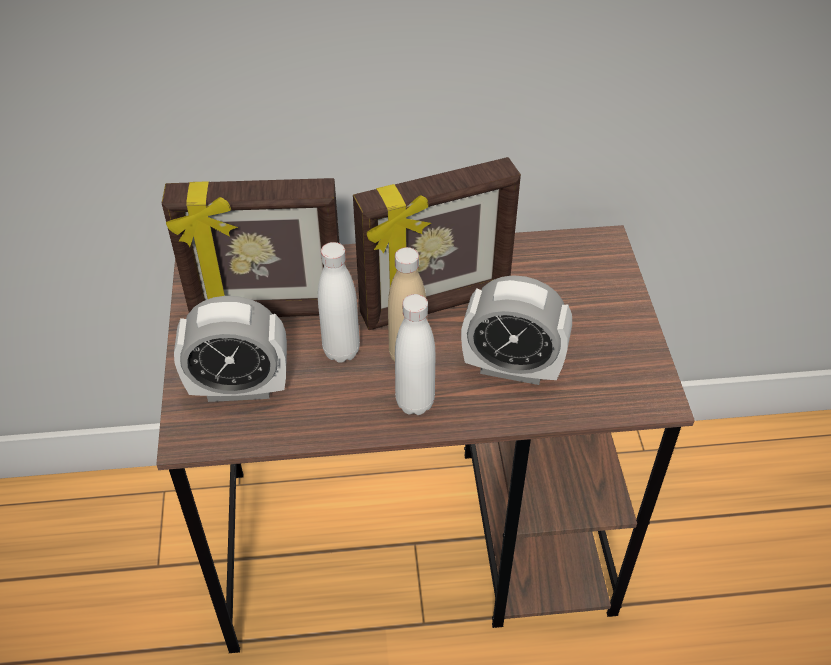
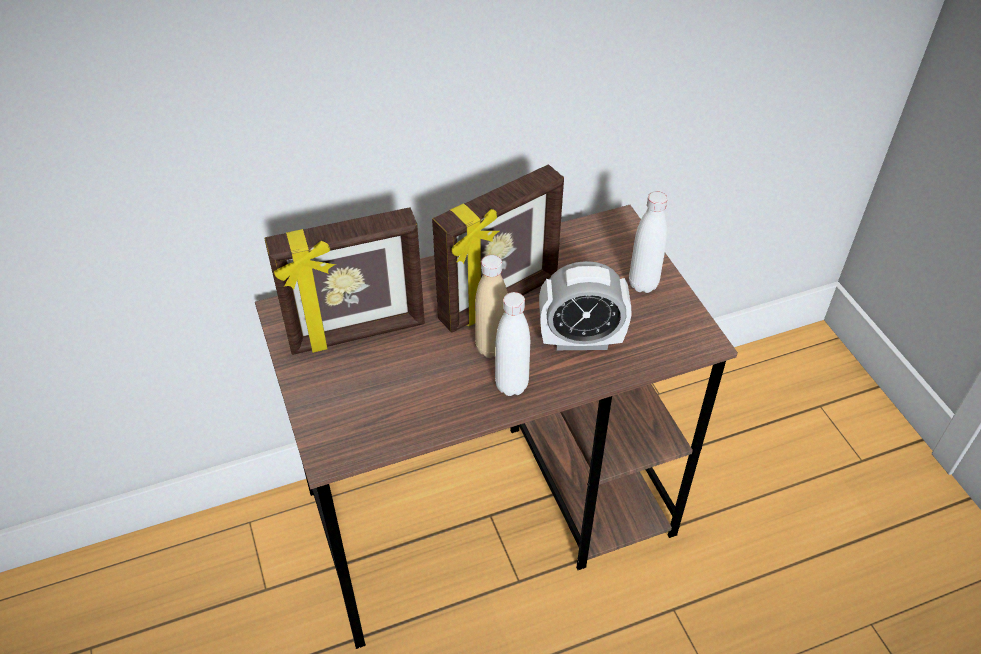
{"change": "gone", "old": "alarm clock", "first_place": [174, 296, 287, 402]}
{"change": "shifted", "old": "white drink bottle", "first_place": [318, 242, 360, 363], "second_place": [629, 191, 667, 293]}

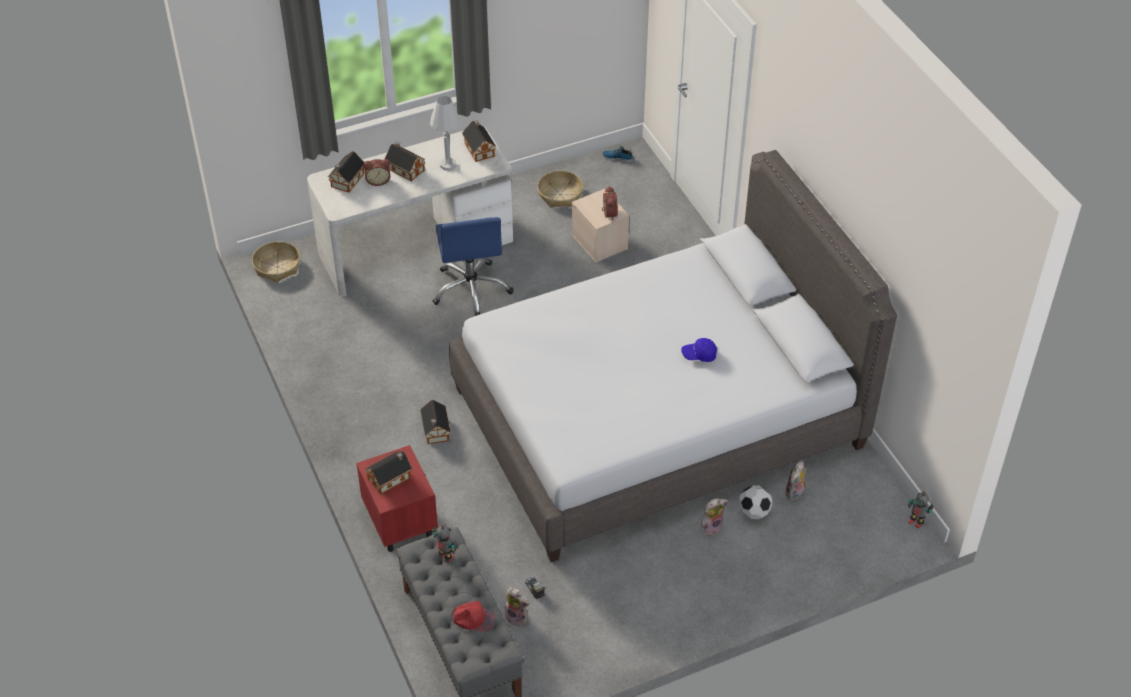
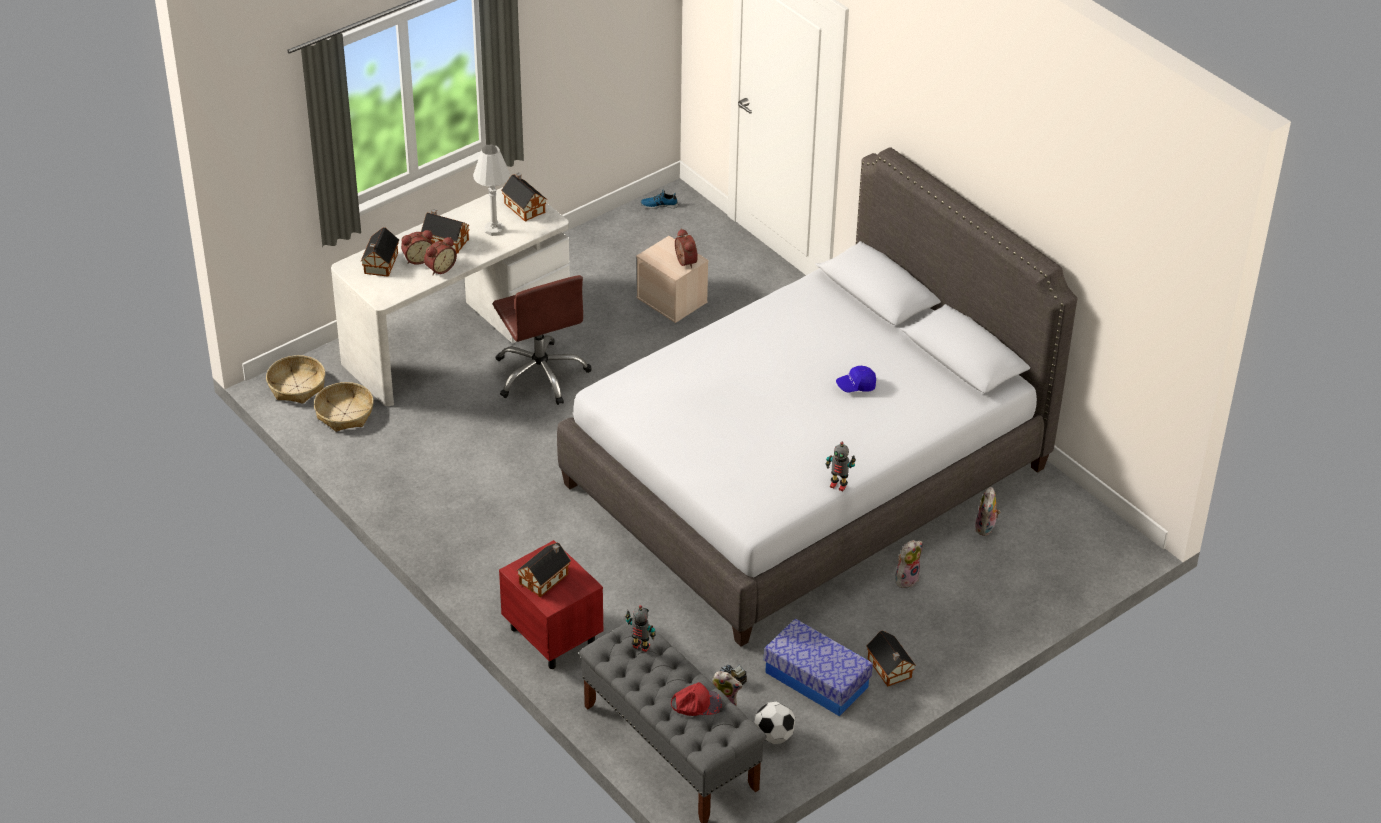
{"change": "new", "new": "alarm clock", "second_place": [424, 237, 457, 275]}
{"change": "new", "new": "storage container", "second_place": [764, 618, 873, 716]}
{"change": "shifted", "old": "miniature house", "first_place": [420, 400, 451, 444], "second_place": [866, 630, 916, 686]}
{"change": "shifted", "old": "household basket", "first_place": [537, 170, 583, 207], "second_place": [314, 382, 374, 432]}
{"change": "shifted", "old": "football ball", "first_place": [738, 485, 773, 519], "second_place": [754, 702, 795, 745]}
{"change": "shifted", "old": "toy robot", "first_place": [908, 492, 933, 529], "second_place": [826, 442, 856, 491]}
{"change": "repainted", "old": "bluish office chair", "new": "brown office chair", "first_place": [432, 217, 514, 316], "second_place": [493, 275, 592, 405]}

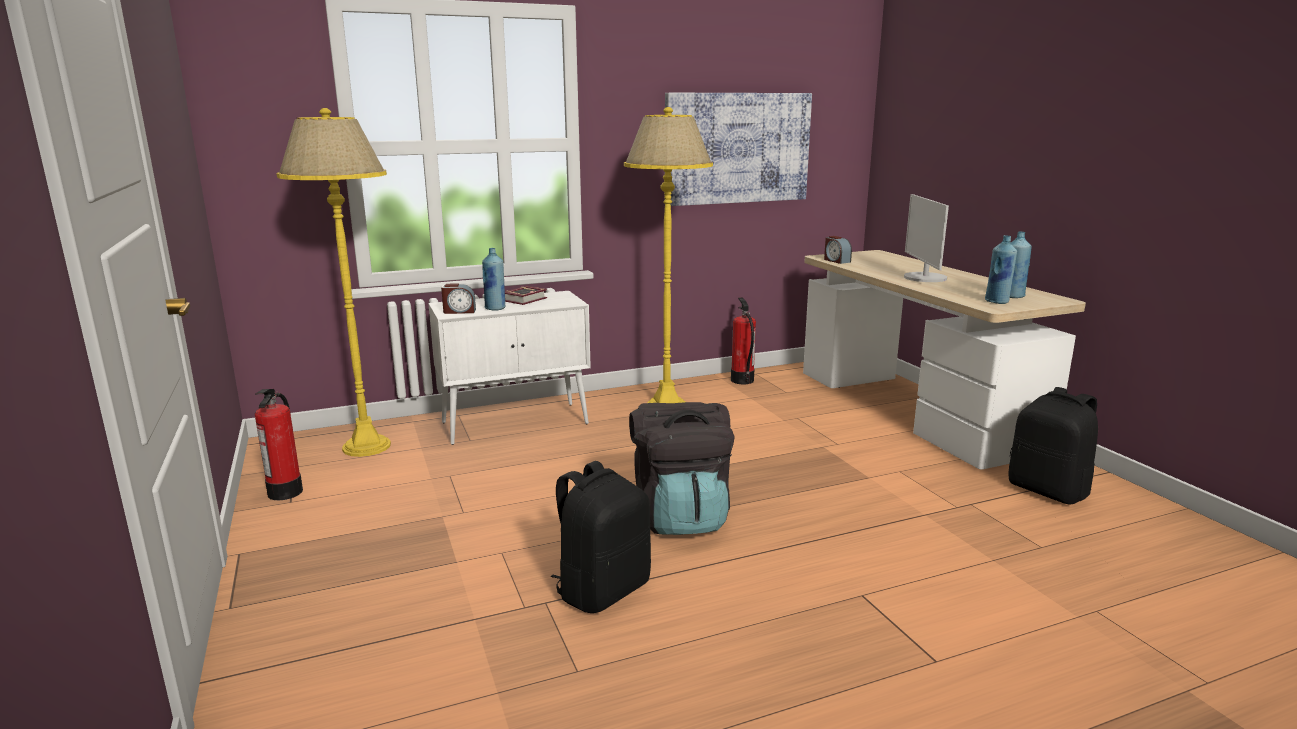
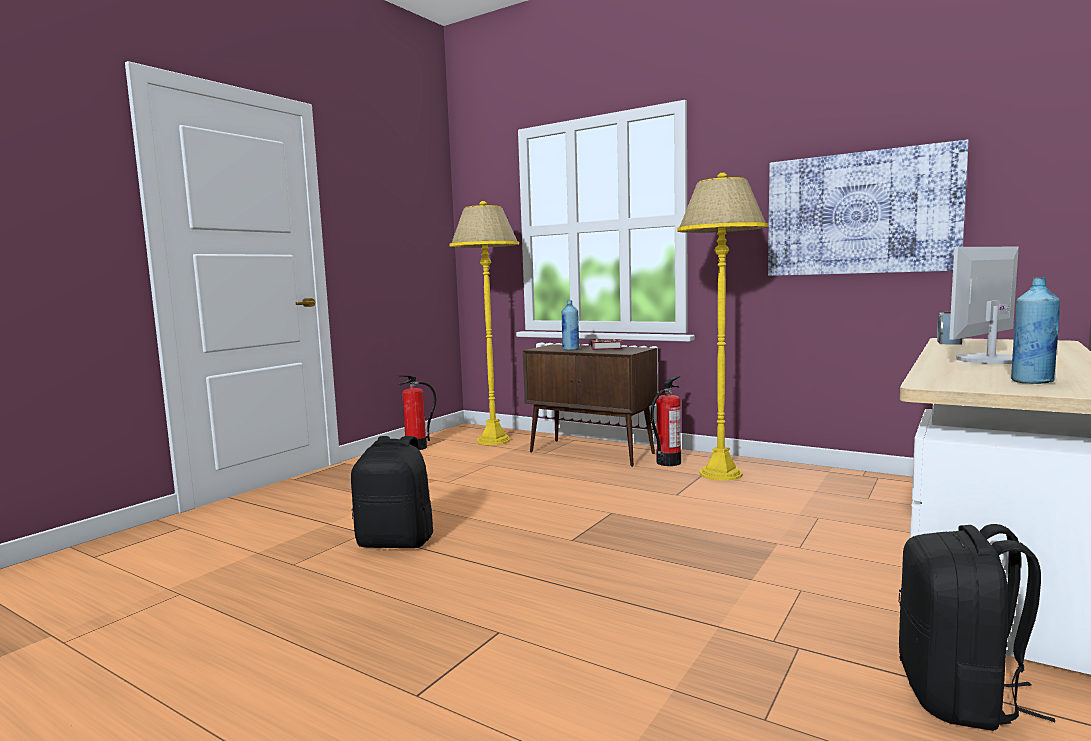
{"change": "gone", "old": "alarm clock", "first_place": [441, 283, 476, 314]}
{"change": "gone", "old": "black knapsack", "first_place": [629, 402, 735, 535]}
{"change": "gone", "old": "bluish drink bottle", "first_place": [985, 235, 1017, 304]}
{"change": "shifted", "old": "fire-fighting cylinder", "first_place": [731, 297, 756, 384], "second_place": [651, 376, 681, 466]}
{"change": "repainted", "old": "white storage cabinet", "new": "brown storage cabinet", "first_place": [428, 291, 591, 445], "second_place": [523, 344, 658, 467]}

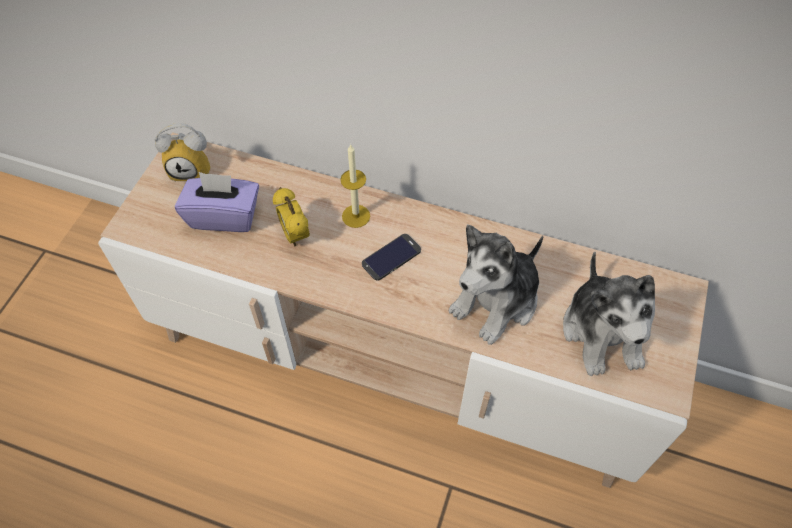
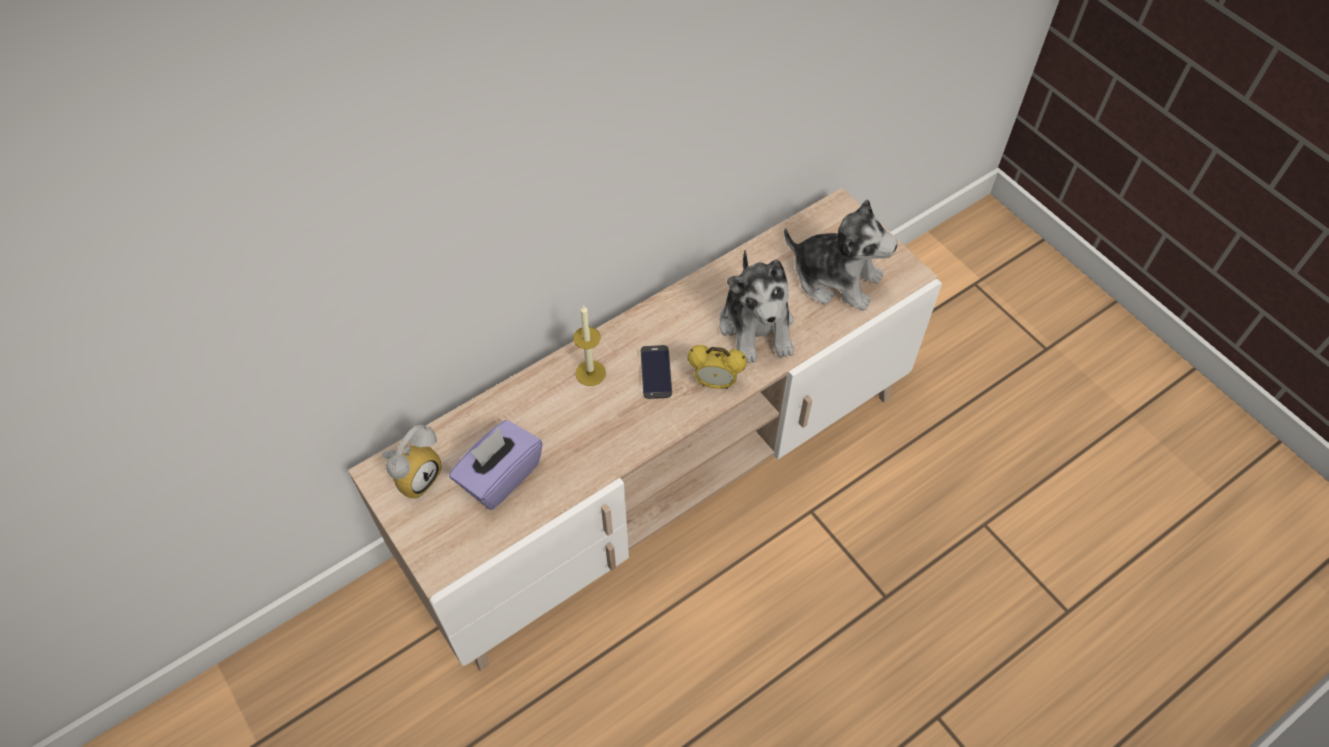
{"change": "shifted", "old": "alarm clock", "first_place": [273, 187, 310, 247], "second_place": [687, 345, 747, 389]}

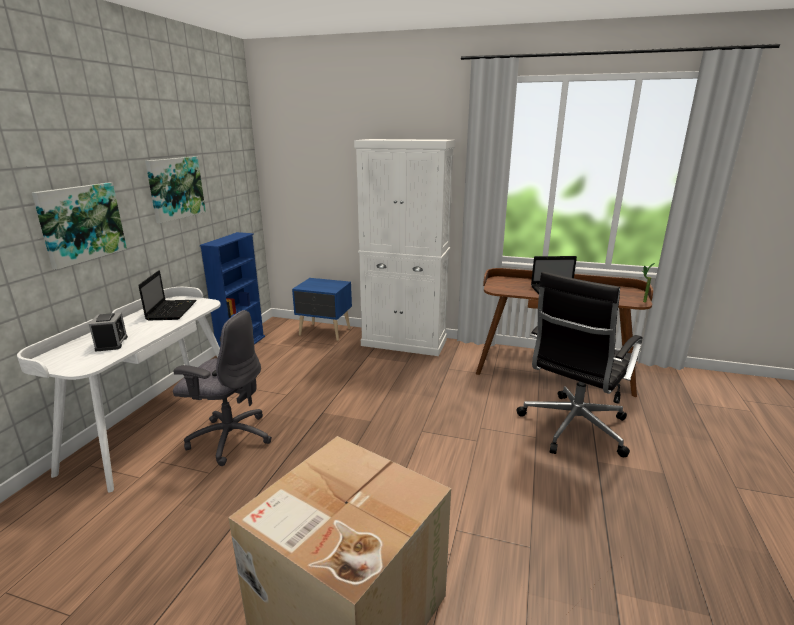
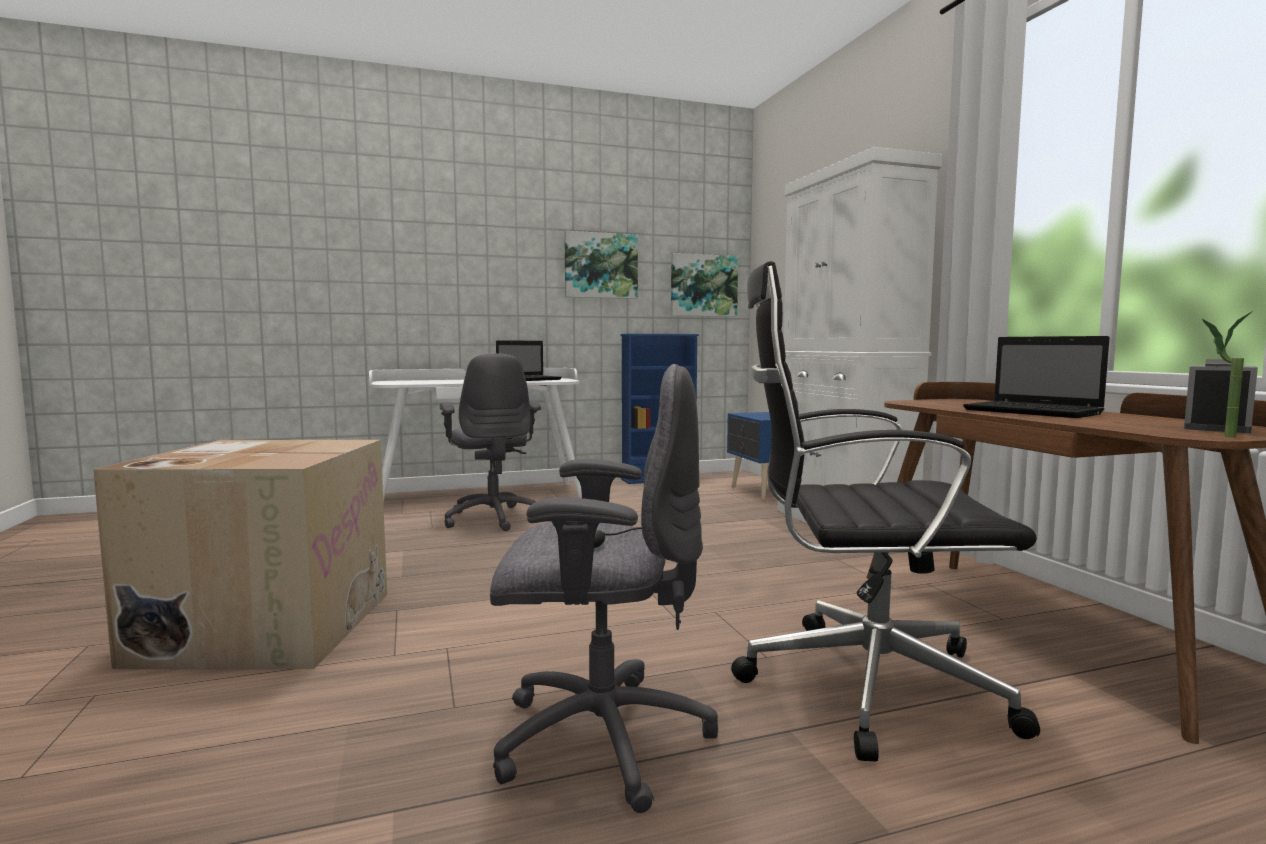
{"change": "new", "new": "greyish office chair", "second_place": [490, 364, 718, 813]}
{"change": "shifted", "old": "wall picture", "first_place": [32, 183, 127, 270], "second_place": [671, 253, 738, 317]}
{"change": "shifted", "old": "alarm clock", "first_place": [89, 313, 128, 352], "second_place": [1184, 359, 1258, 433]}

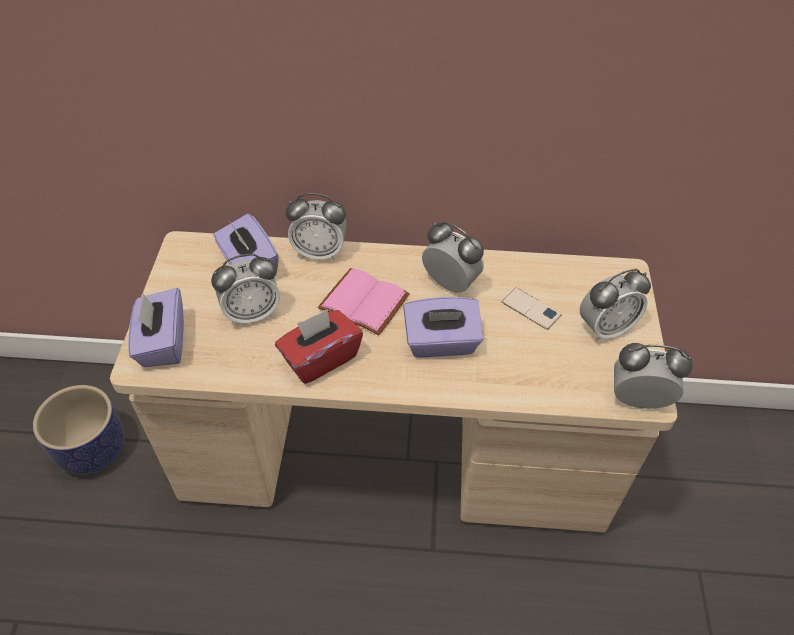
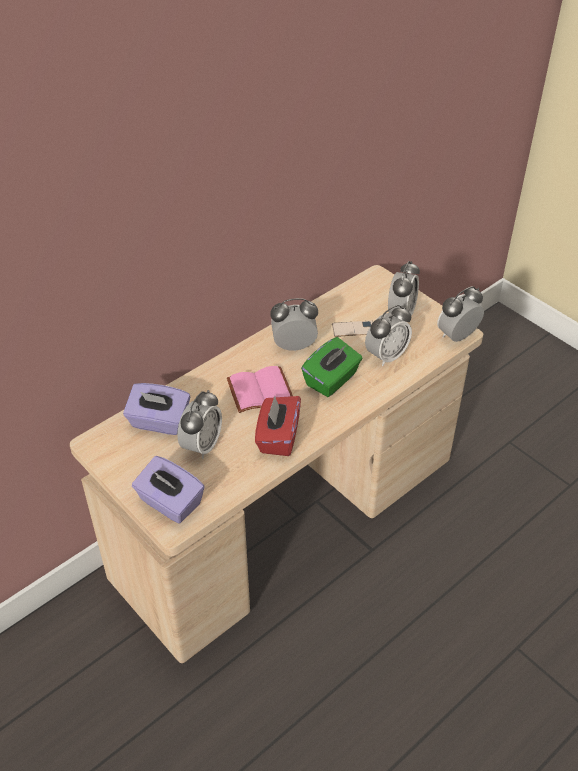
{"change": "gone", "old": "flower pot", "first_place": [33, 385, 124, 475]}
{"change": "shifted", "old": "alarm clock", "first_place": [286, 193, 347, 260], "second_place": [365, 305, 412, 366]}
{"change": "repainted", "old": "purplish box of tissues", "new": "greenish box of tissues", "first_place": [403, 297, 483, 358], "second_place": [301, 337, 363, 397]}

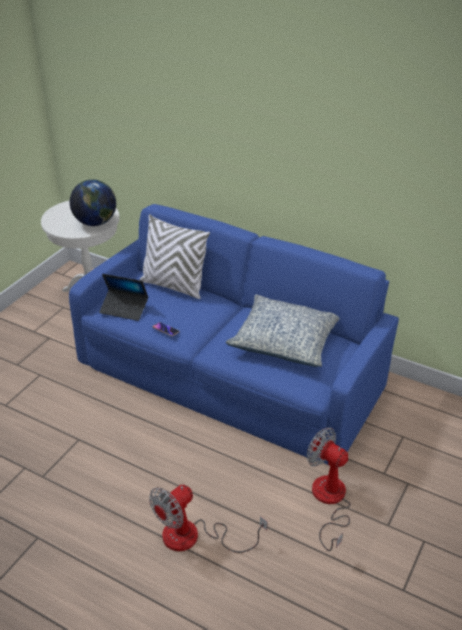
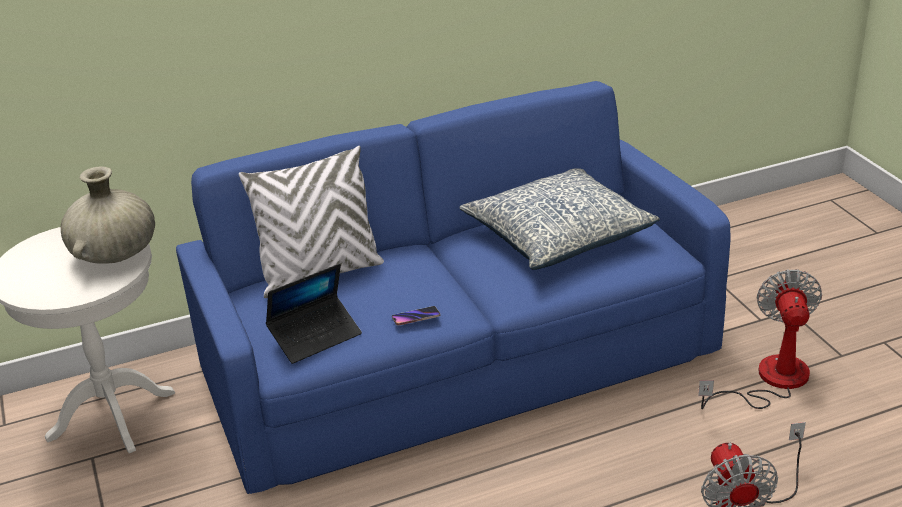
{"change": "swapped", "old": "desk globe", "new": "beige-coloured decorative vase", "first_place": [70, 179, 116, 226], "second_place": [61, 166, 155, 264]}
{"change": "rotated", "old": "cooling fan", "first_place": [307, 427, 350, 551], "second_place": [698, 269, 822, 409], "degrees": 105}

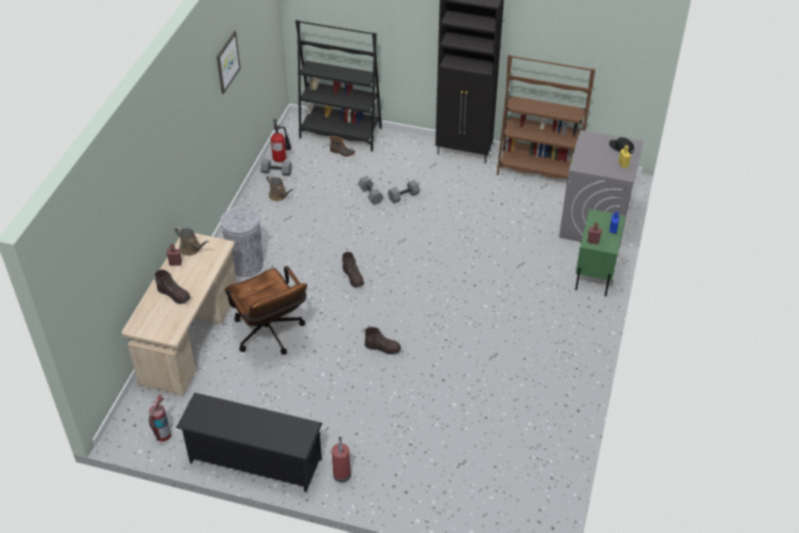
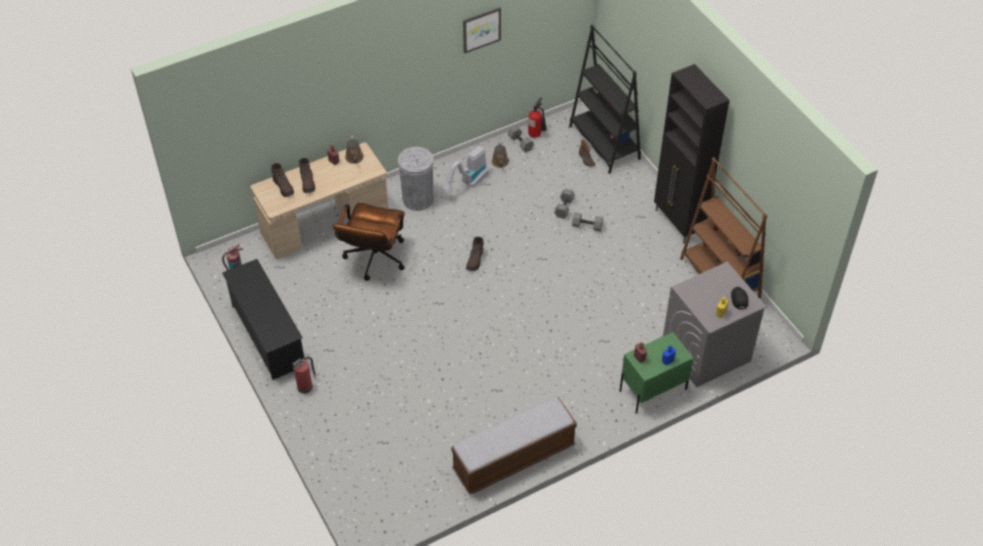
{"change": "new", "new": "vacuum", "second_place": [442, 146, 489, 191]}
{"change": "new", "new": "long seat", "second_place": [452, 397, 577, 495]}
{"change": "shifted", "old": "brown boot", "first_place": [365, 327, 401, 355], "second_place": [271, 163, 294, 197]}

